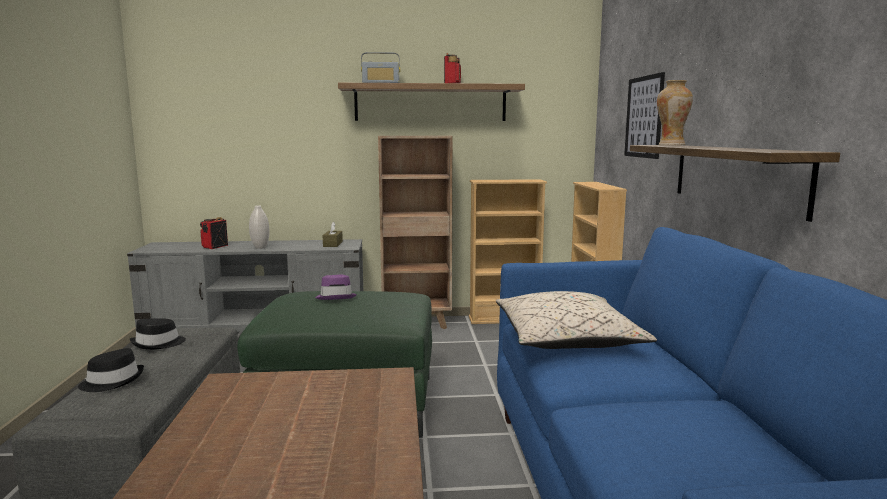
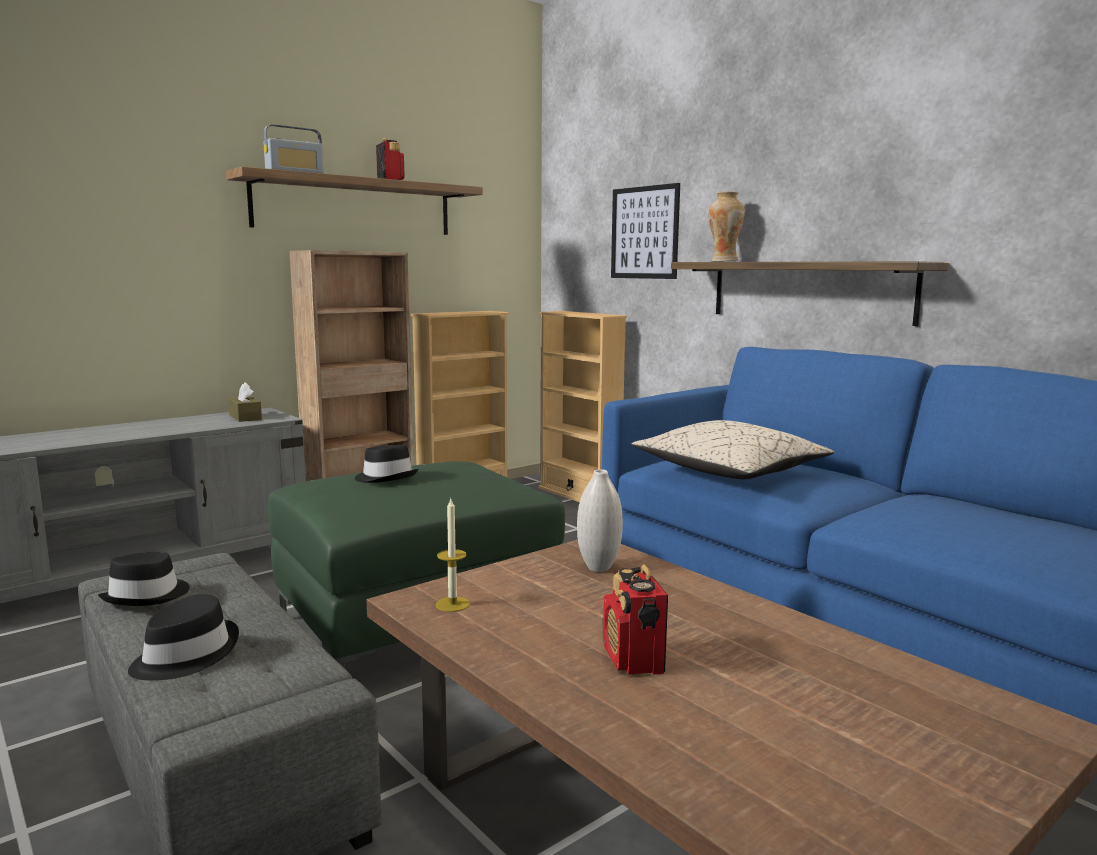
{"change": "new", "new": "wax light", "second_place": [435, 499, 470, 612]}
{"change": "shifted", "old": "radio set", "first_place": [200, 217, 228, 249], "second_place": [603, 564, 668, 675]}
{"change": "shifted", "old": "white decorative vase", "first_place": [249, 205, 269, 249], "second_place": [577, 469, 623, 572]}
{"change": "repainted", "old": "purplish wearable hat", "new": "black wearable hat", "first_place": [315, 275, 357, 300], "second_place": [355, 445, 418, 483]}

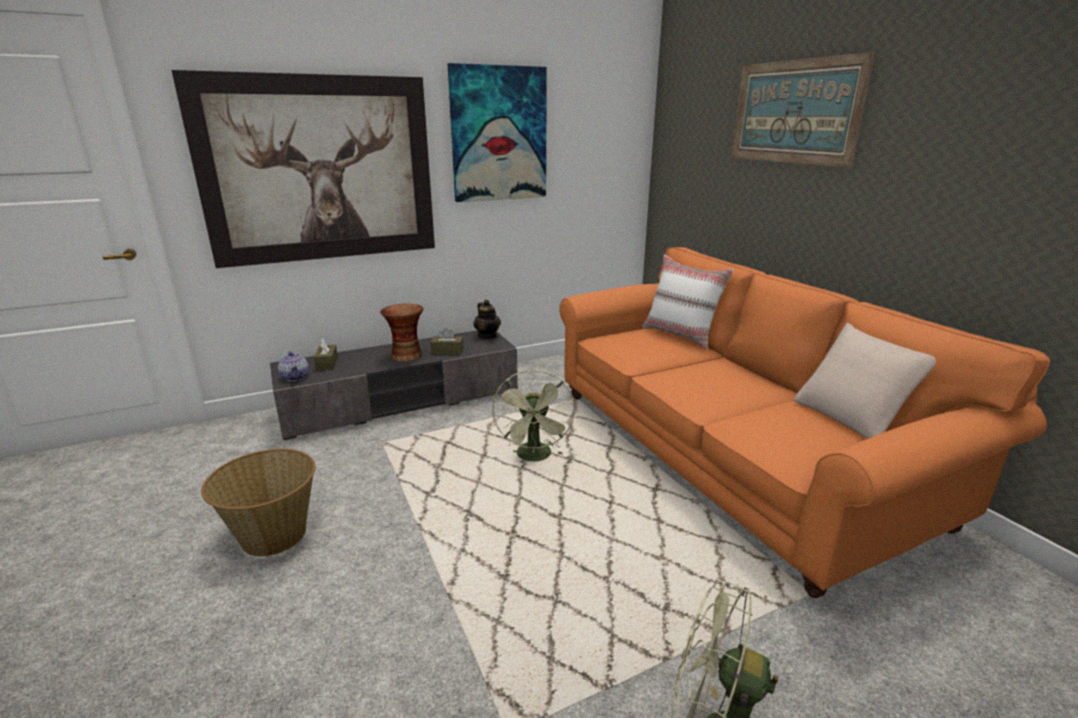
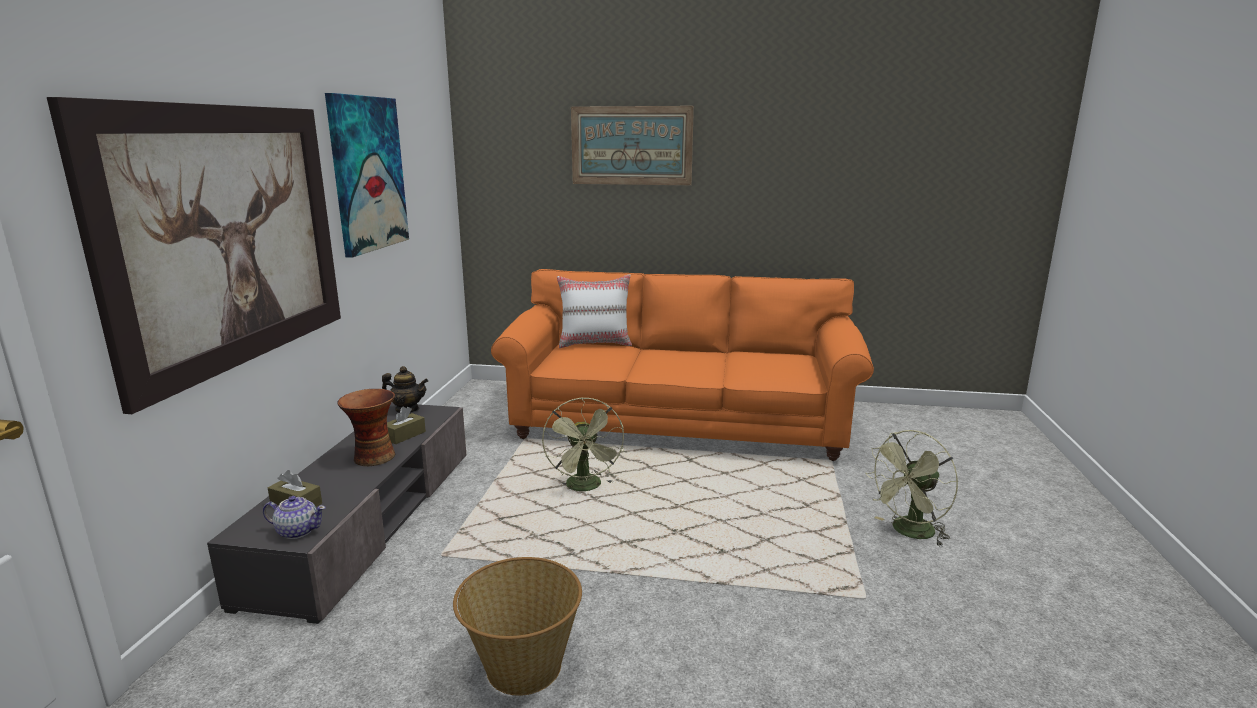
{"change": "gone", "old": "beige-coloured cushion", "first_place": [793, 323, 936, 439]}
{"change": "rotated", "old": "greenish cooling fan", "first_place": [492, 369, 575, 461], "second_place": [542, 398, 624, 491], "degrees": 45}

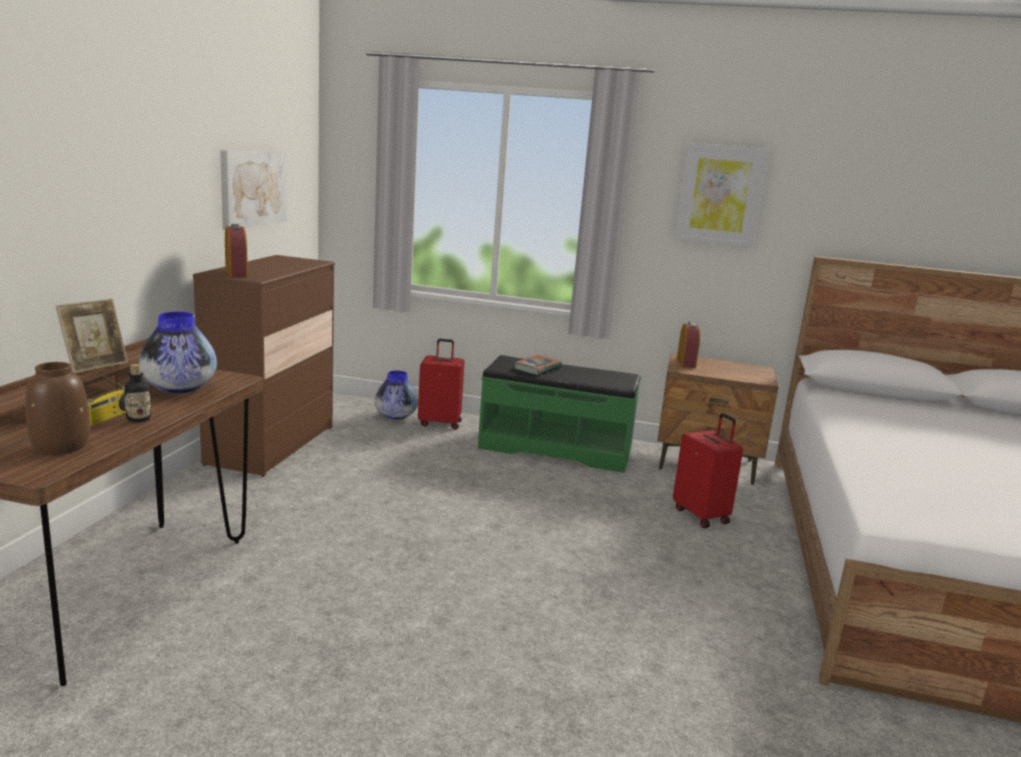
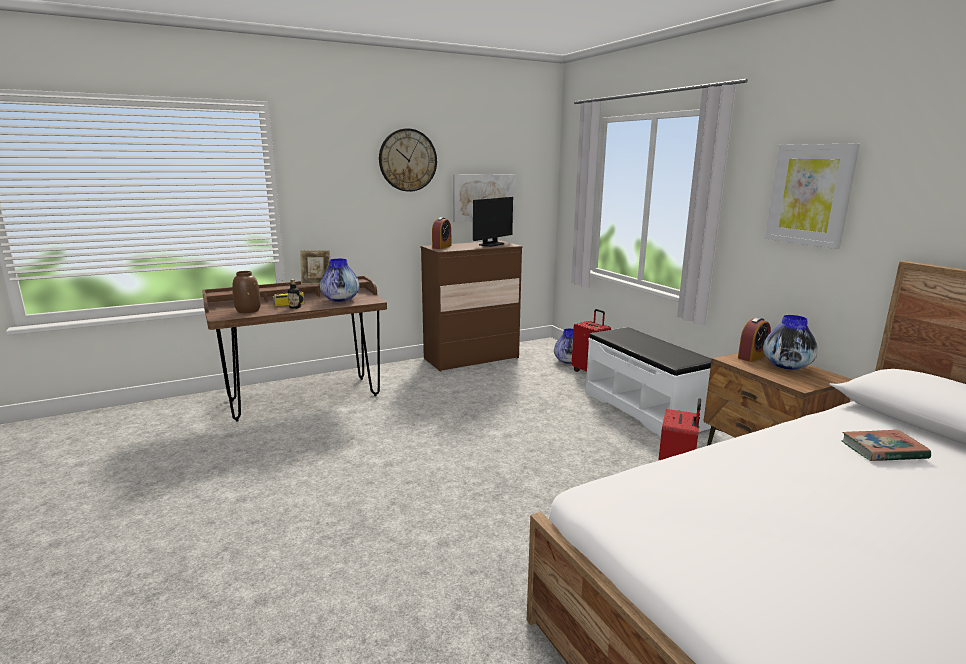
{"change": "new", "new": "wall clock", "second_place": [379, 128, 437, 192]}
{"change": "new", "new": "computer screen", "second_place": [473, 197, 513, 247]}
{"change": "new", "new": "decorative vase", "second_place": [763, 315, 818, 370]}
{"change": "shifted", "old": "book", "first_place": [514, 354, 562, 375], "second_place": [841, 430, 931, 461]}
{"change": "repainted", "old": "greenish long seat", "new": "white long seat", "first_place": [478, 355, 641, 473], "second_place": [586, 327, 712, 436]}

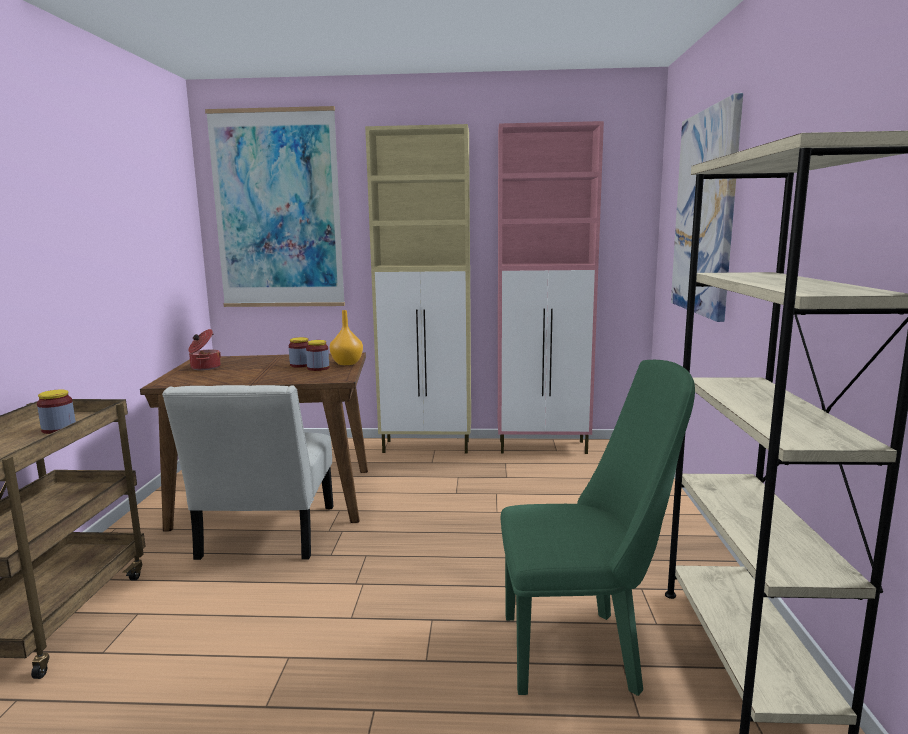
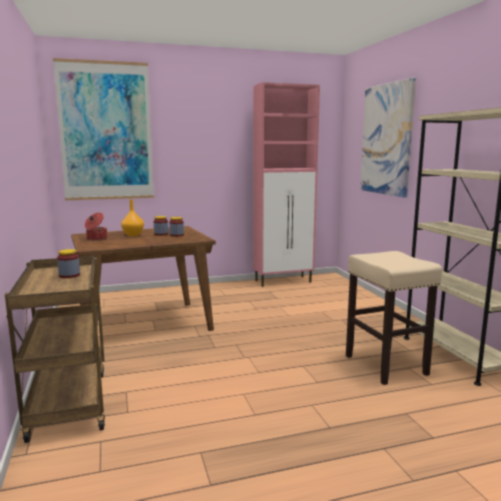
{"change": "gone", "old": "white chair", "first_place": [162, 385, 333, 560]}
{"change": "gone", "old": "beige-coloured storage cabinet", "first_place": [365, 124, 471, 454]}
{"change": "shifted", "old": "orangey decorative vase", "first_place": [330, 310, 363, 365], "second_place": [121, 199, 144, 236]}
{"change": "swapped", "old": "greenish chair", "new": "beige-coloured stool", "first_place": [501, 360, 695, 696], "second_place": [346, 251, 442, 385]}

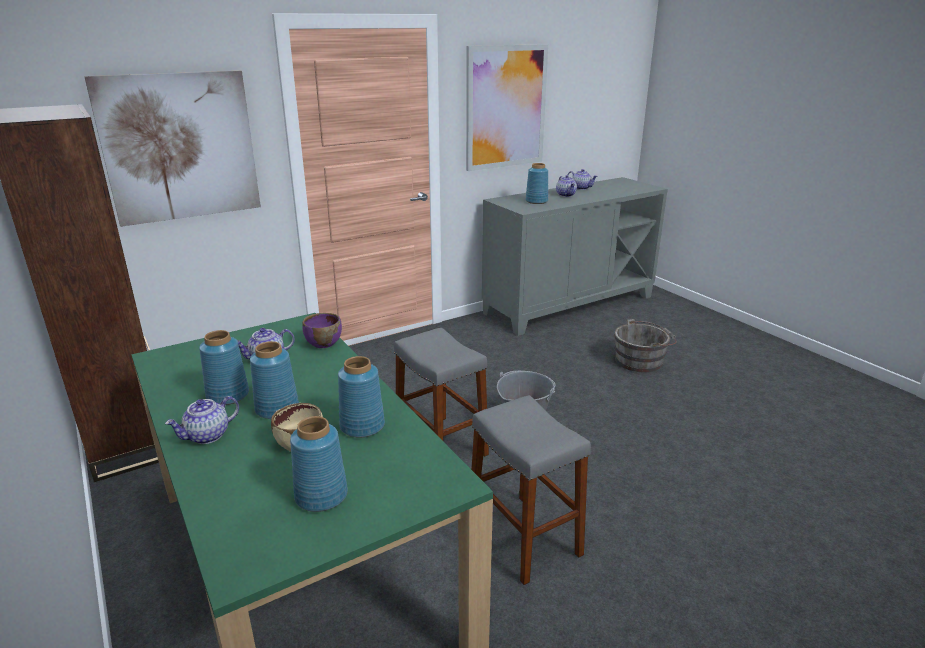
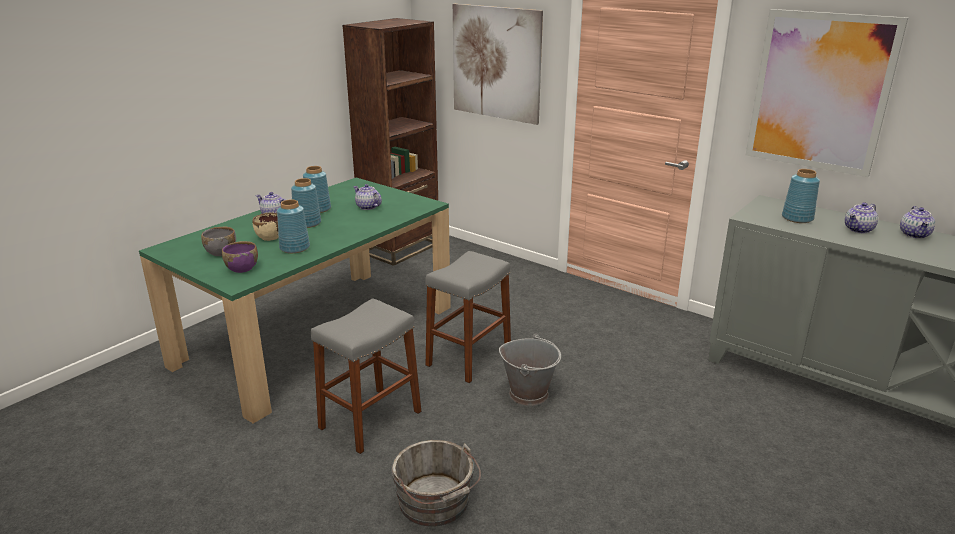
{"change": "shifted", "old": "purplish bowl", "first_place": [302, 313, 342, 348], "second_place": [222, 241, 258, 273]}
{"change": "shifted", "old": "greyish pail", "first_place": [614, 319, 677, 372], "second_place": [391, 440, 481, 527]}
{"change": "swapped", "old": "bluish decorative vase", "new": "greyish bowl", "first_place": [290, 416, 348, 512], "second_place": [201, 227, 236, 256]}

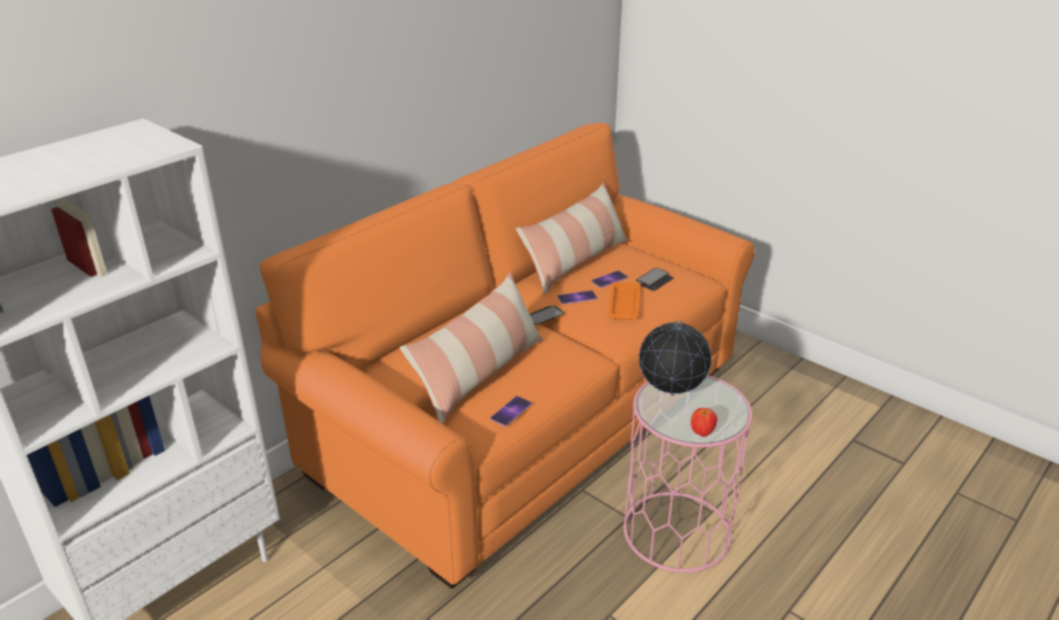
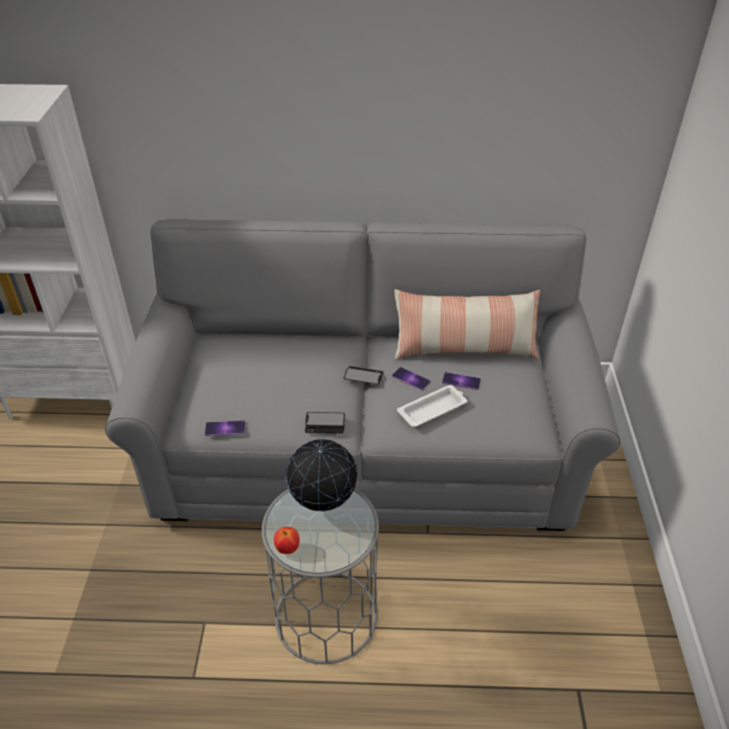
{"change": "gone", "old": "cushion", "first_place": [399, 272, 543, 424]}
{"change": "shifted", "old": "handset", "first_place": [636, 268, 674, 291], "second_place": [305, 412, 345, 434]}
{"change": "repainted", "old": "orangey couch", "new": "greyish couch", "first_place": [255, 123, 754, 589], "second_place": [105, 219, 621, 531]}
{"change": "repainted", "old": "orangey tray", "new": "white tray", "first_place": [608, 282, 640, 320], "second_place": [397, 385, 467, 427]}
{"change": "repainted", "old": "pink side table", "new": "greyish side table", "first_place": [624, 375, 753, 573], "second_place": [262, 489, 379, 664]}

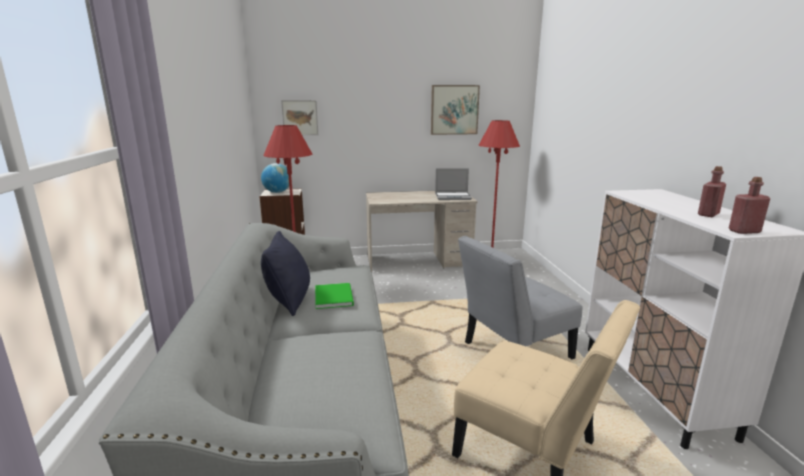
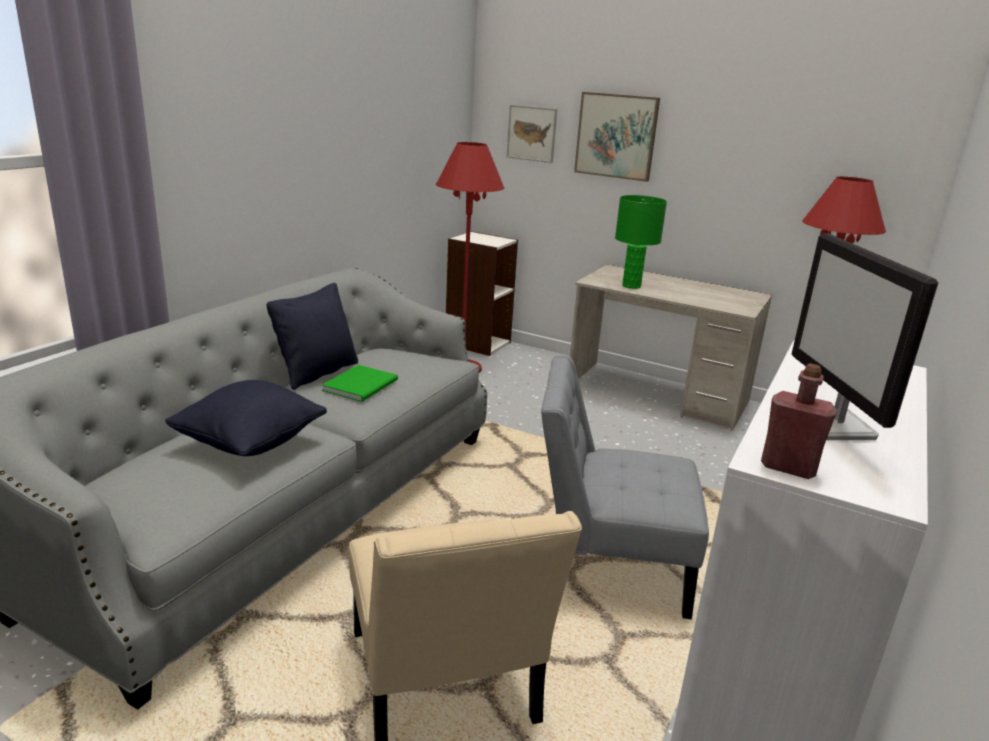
{"change": "gone", "old": "desk globe", "first_place": [261, 163, 289, 193]}
{"change": "gone", "old": "laptop", "first_place": [435, 168, 472, 200]}
{"change": "new", "new": "black cushion", "second_place": [165, 380, 327, 456]}
{"change": "new", "new": "greenish tabletop lamp", "second_place": [615, 195, 667, 289]}
{"change": "shifted", "old": "wall picture", "first_place": [431, 85, 480, 135], "second_place": [574, 92, 660, 182]}
{"change": "swapped", "old": "red drink bottle", "new": "computer screen", "first_place": [698, 166, 726, 217], "second_place": [792, 233, 938, 440]}

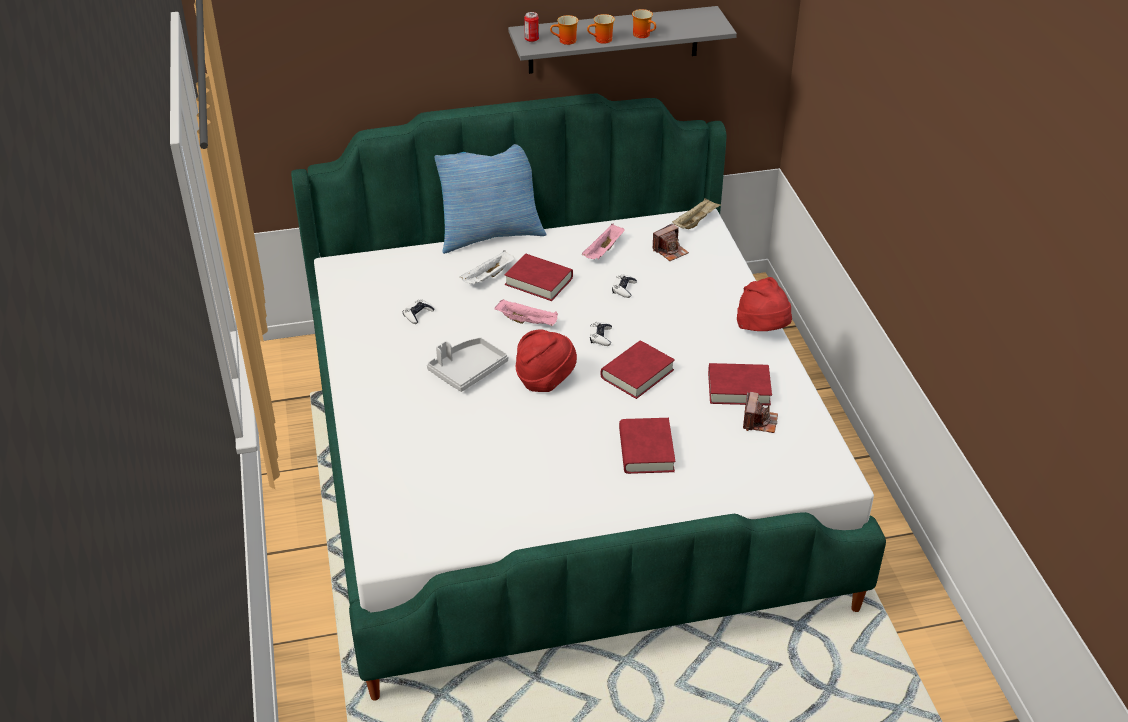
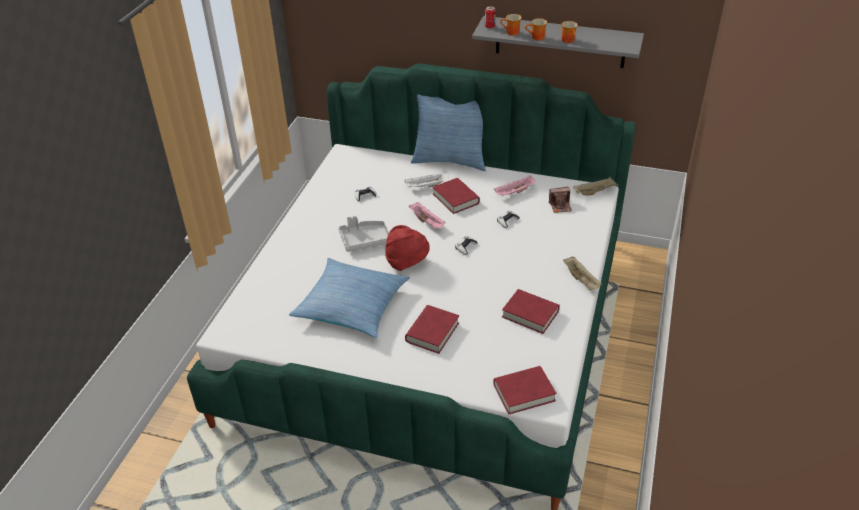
{"change": "gone", "old": "still camera", "first_place": [743, 392, 778, 433]}
{"change": "new", "new": "cushion", "second_place": [289, 258, 410, 338]}
{"change": "shifted", "old": "red book", "first_place": [601, 341, 675, 399], "second_place": [493, 366, 557, 415]}
{"change": "swapped", "old": "red wearable hat", "new": "beige-coloured tray", "first_place": [737, 277, 792, 331], "second_place": [563, 257, 602, 291]}

